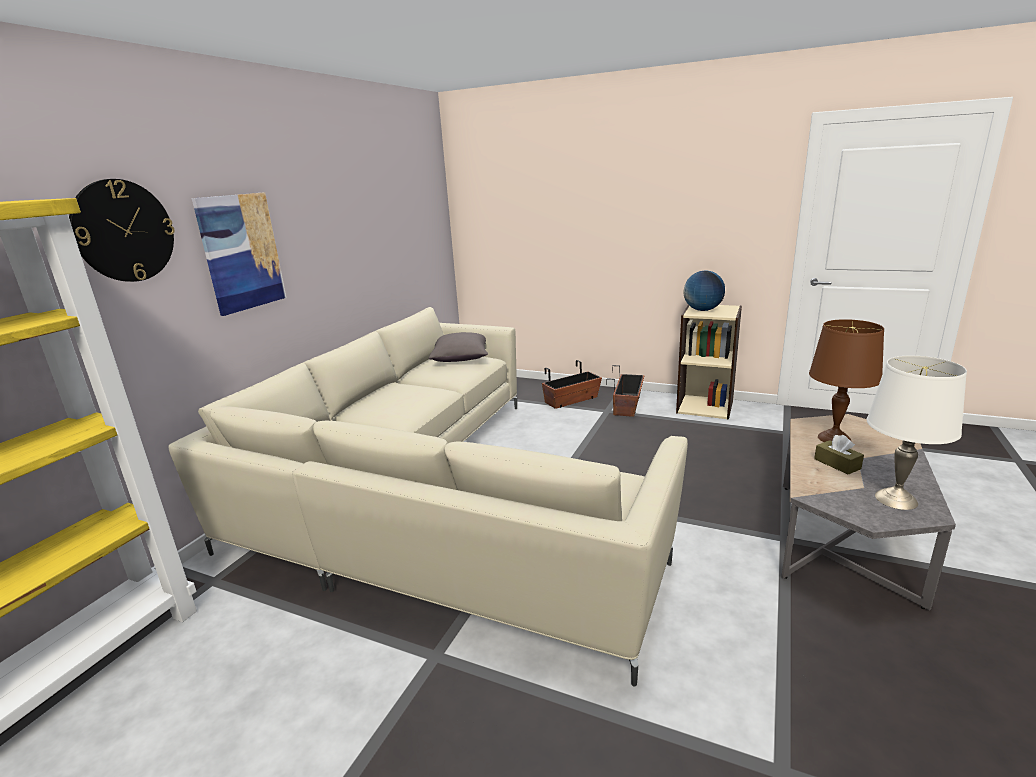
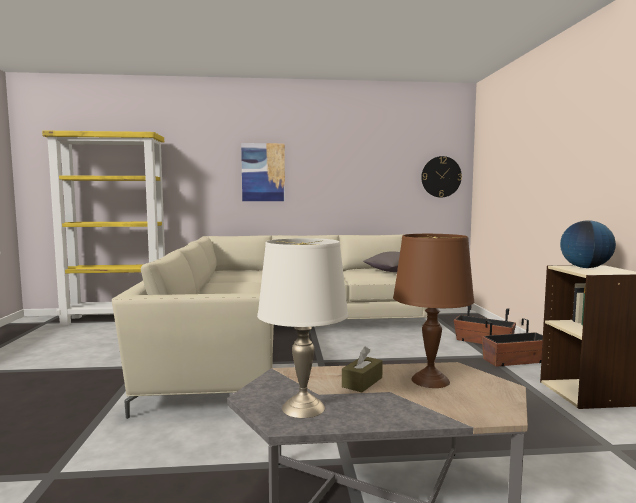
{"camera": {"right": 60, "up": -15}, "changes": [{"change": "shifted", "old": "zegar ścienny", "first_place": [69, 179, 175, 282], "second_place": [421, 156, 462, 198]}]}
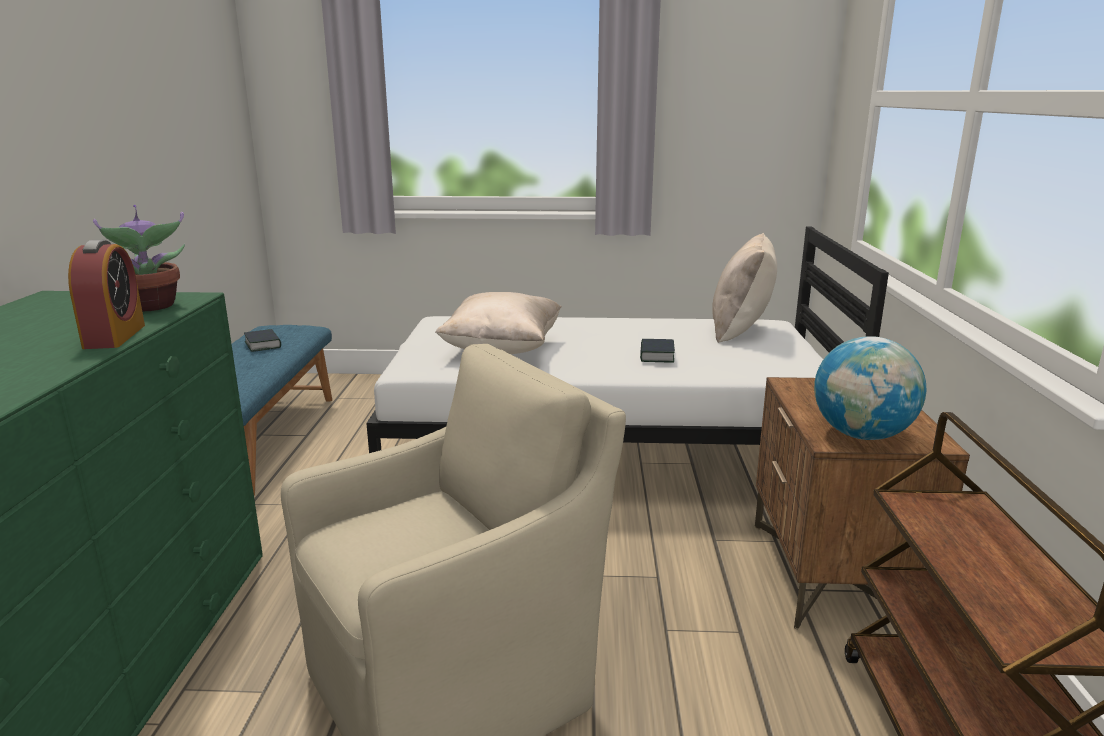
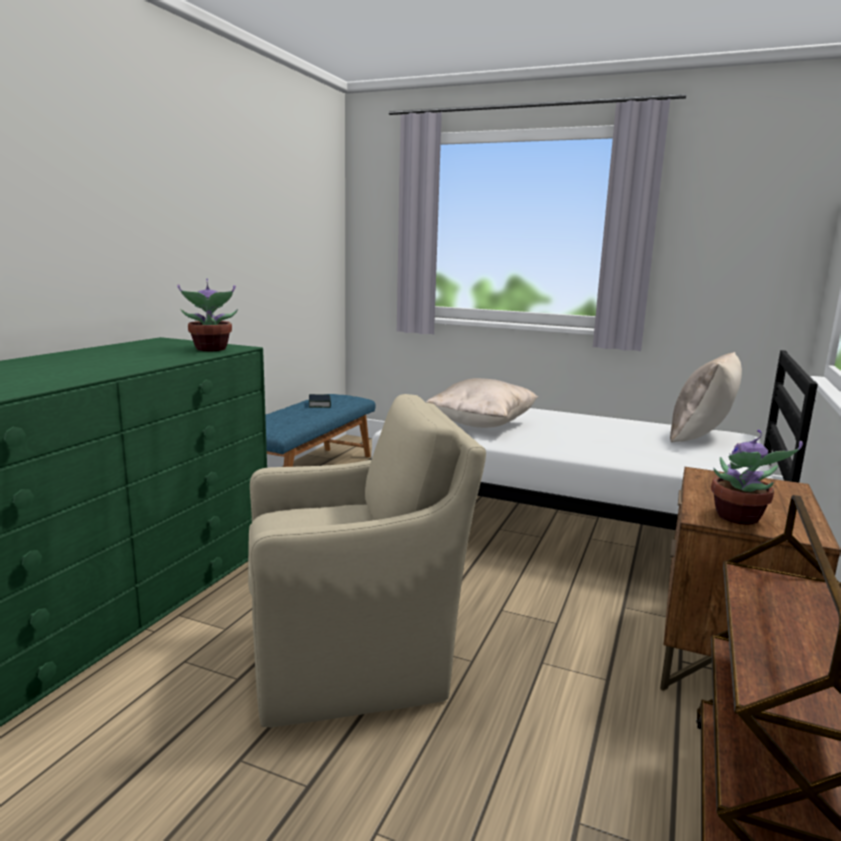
{"camera": {"right": 20, "up": -5}, "changes": [{"change": "gone", "old": "budzik", "first_place": [68, 240, 145, 349]}, {"change": "swapped", "old": "globus", "new": "roślina doniczkowa", "first_place": [814, 336, 926, 440], "second_place": [711, 430, 803, 525]}, {"change": "gone", "old": "książka", "first_place": [640, 339, 675, 362]}]}
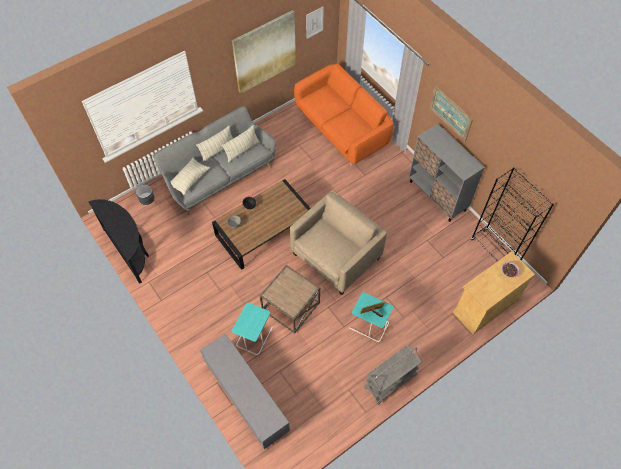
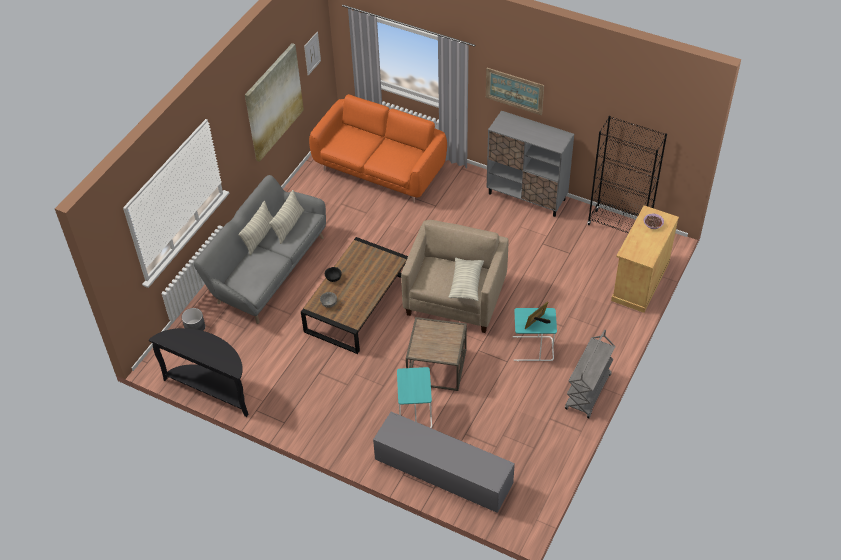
{"camera": {"right": -25, "up": -10}, "changes": [{"change": "shifted", "old": "poduszka", "first_place": [170, 158, 210, 196], "second_place": [449, 258, 484, 301]}]}
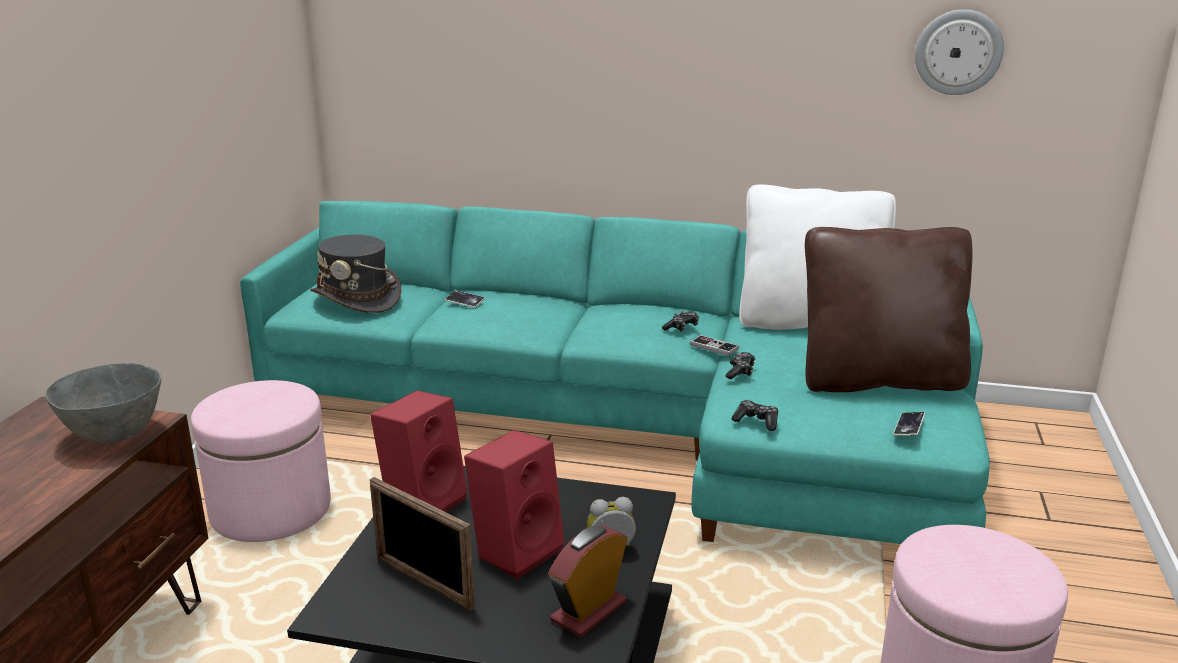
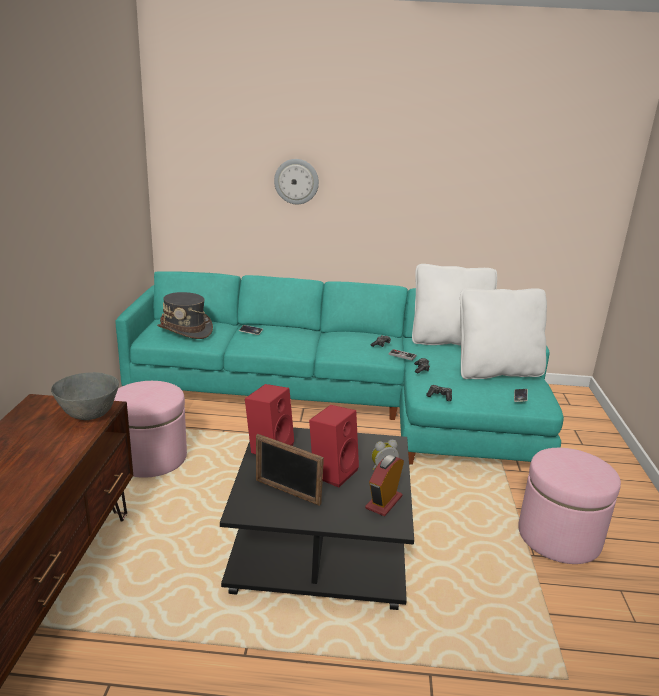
{"camera": {"right": -10, "up": 0}, "changes": [{"change": "shifted", "old": "zegar ścienny", "first_place": [915, 9, 1004, 95], "second_place": [274, 159, 319, 204]}, {"change": "repainted", "old": "poduszka/brązowy", "new": "poduszka/biały", "first_place": [805, 227, 973, 392], "second_place": [460, 288, 547, 379]}]}
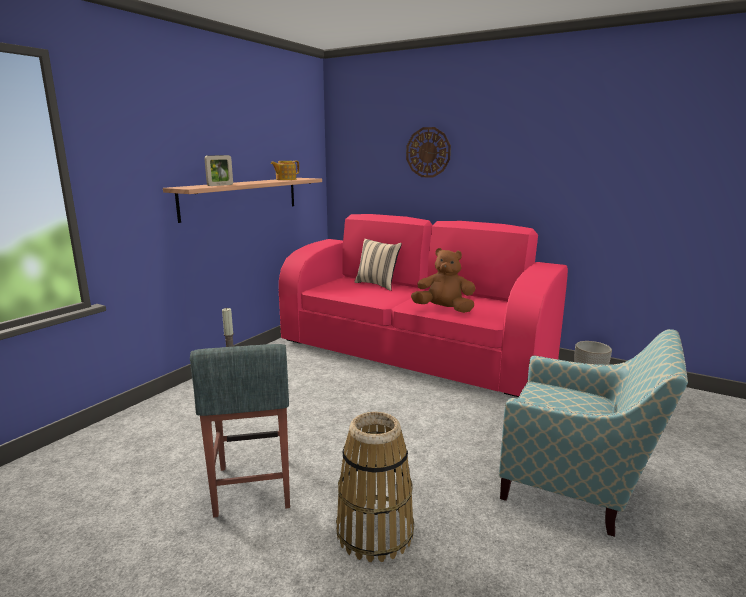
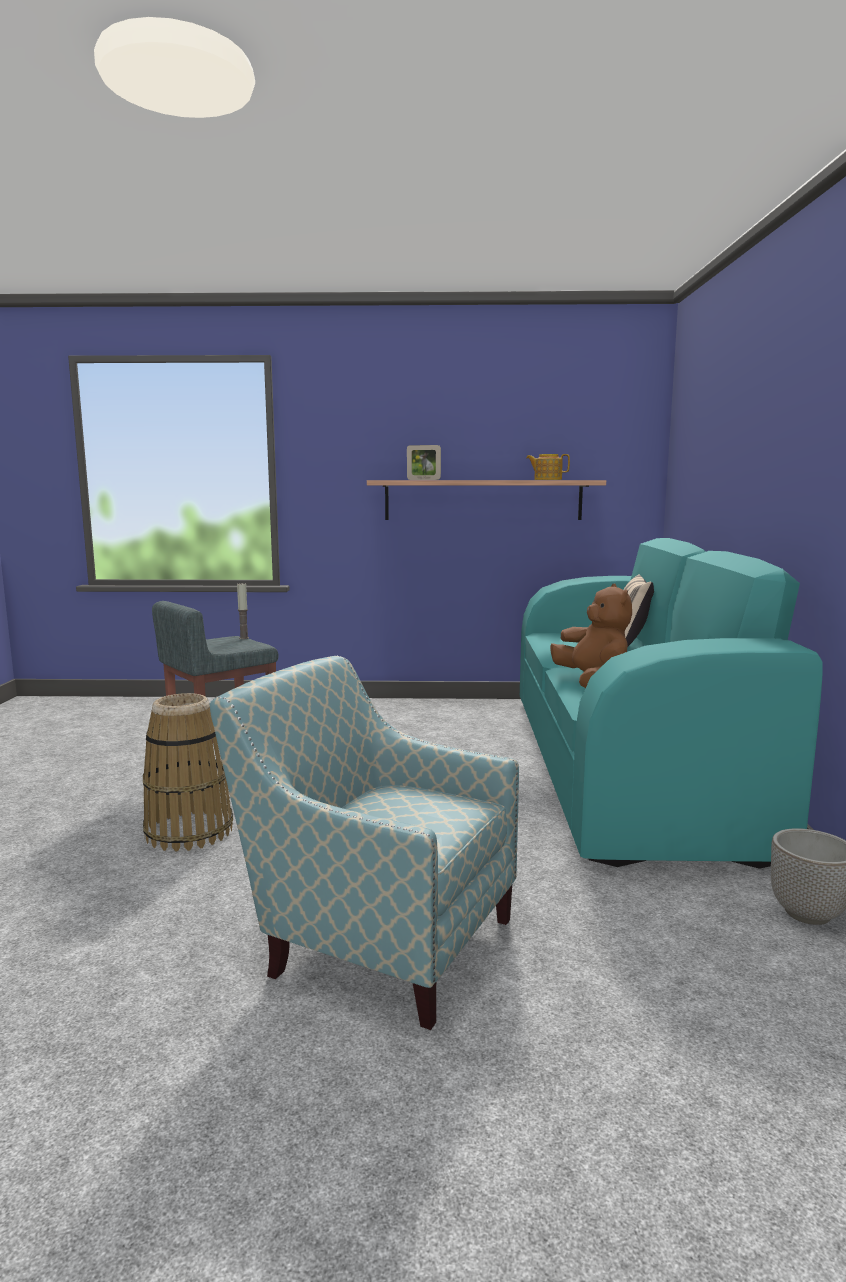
{"camera": {"right": 60, "up": -5}, "changes": [{"change": "gone", "old": "zegar ścienny", "first_place": [406, 127, 451, 178]}, {"change": "repainted", "old": "kanapa/różowy", "new": "kanapa/turkusowy", "first_place": [279, 214, 568, 397], "second_place": [520, 538, 823, 869]}, {"change": "rotated", "old": "fotel", "first_place": [499, 329, 688, 537], "second_place": [210, 656, 519, 1030], "degrees": 120}]}
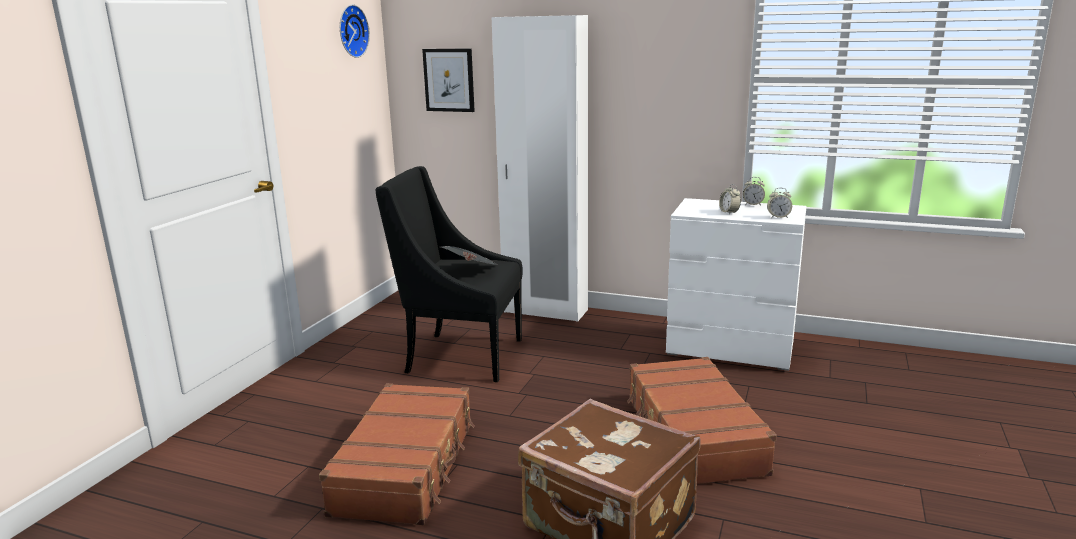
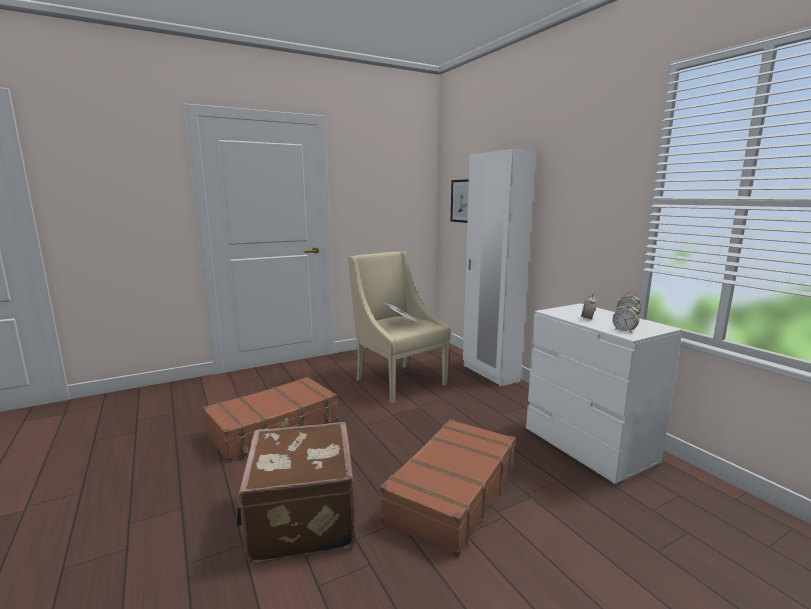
{"camera": {"right": 40, "up": -5}, "changes": [{"change": "gone", "old": "zegar ścienny", "first_place": [340, 4, 370, 58]}, {"change": "repainted", "old": "fotel/czarny", "new": "fotel/beżowy", "first_place": [375, 166, 523, 383], "second_place": [348, 251, 451, 404]}]}
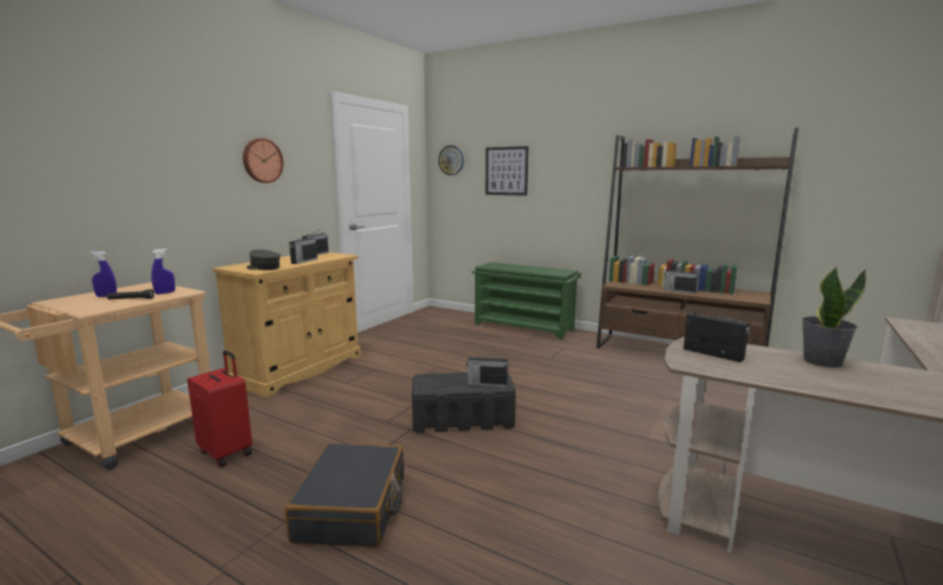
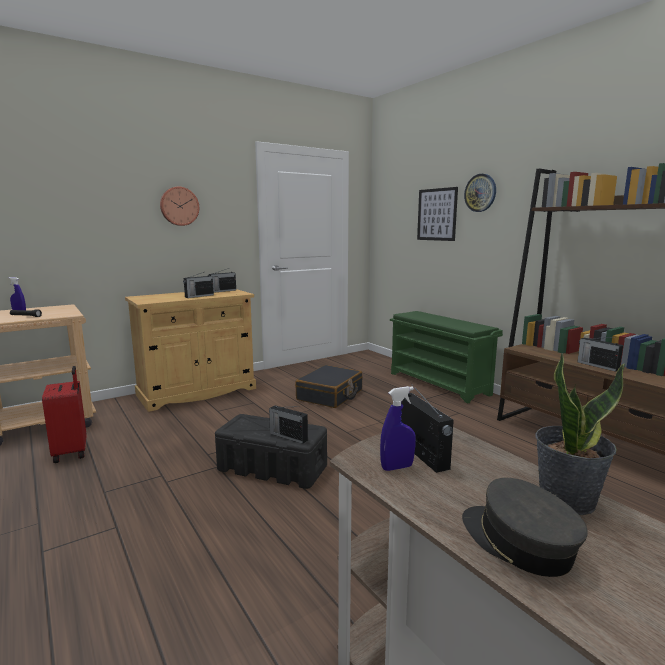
{"camera": {"right": 25, "up": 0}, "changes": [{"change": "shifted", "old": "zegar ścienny", "first_place": [438, 145, 464, 175], "second_place": [464, 174, 496, 212]}, {"change": "shifted", "old": "spryskiwacz/niebieski", "first_place": [151, 249, 175, 294], "second_place": [380, 386, 416, 471]}, {"change": "shifted", "old": "czapka z daszkiem/szary", "first_place": [246, 249, 280, 270], "second_place": [462, 478, 588, 577]}, {"change": "shifted", "old": "walizka/czarny", "first_place": [285, 443, 404, 548], "second_place": [295, 365, 362, 408]}]}
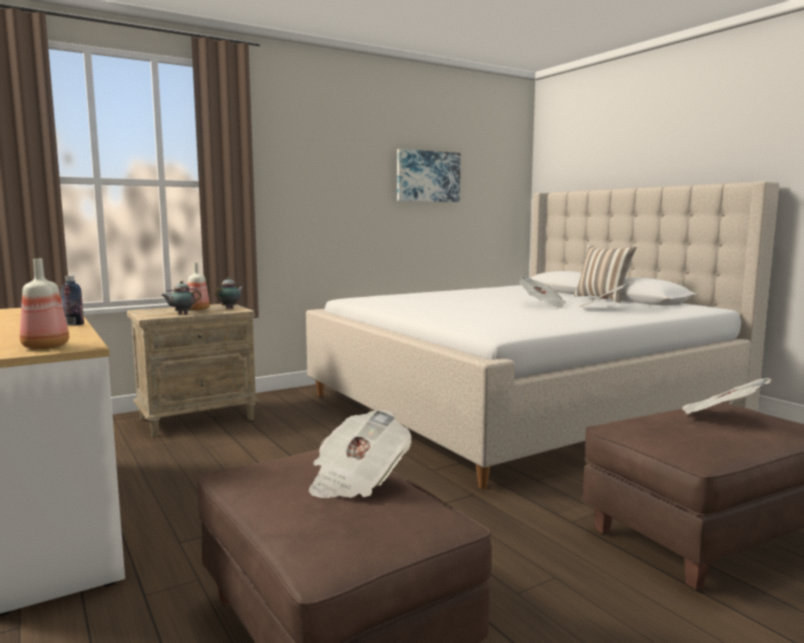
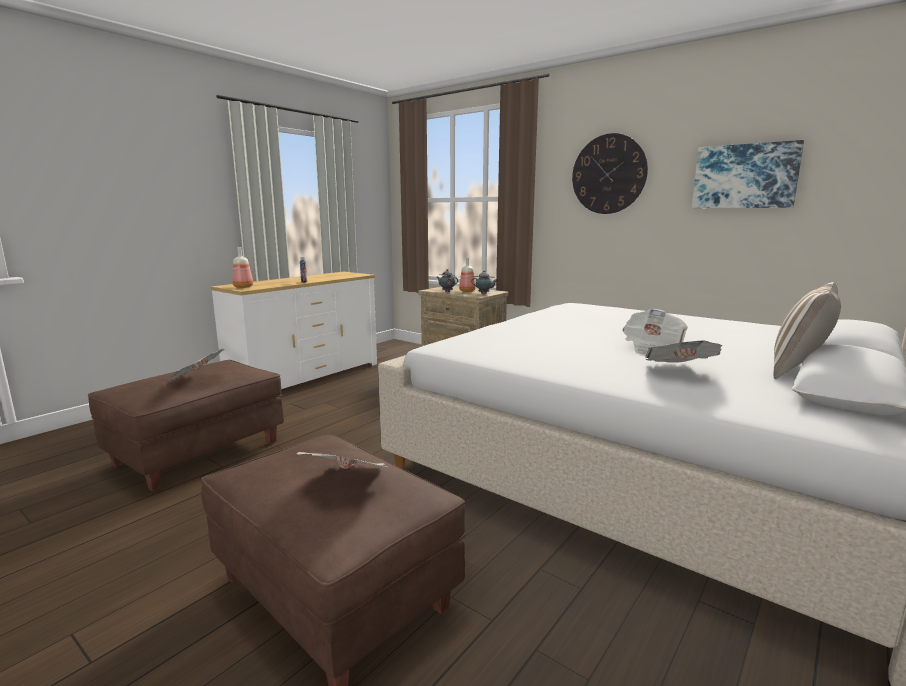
{"camera": {"right": 70, "up": 5}, "changes": [{"change": "new", "new": "zegar ścienny", "second_place": [572, 133, 648, 214]}]}
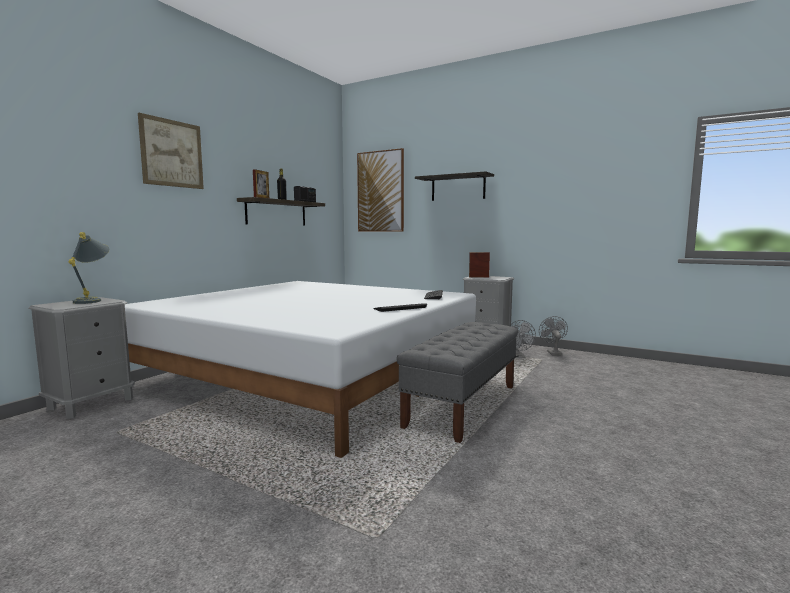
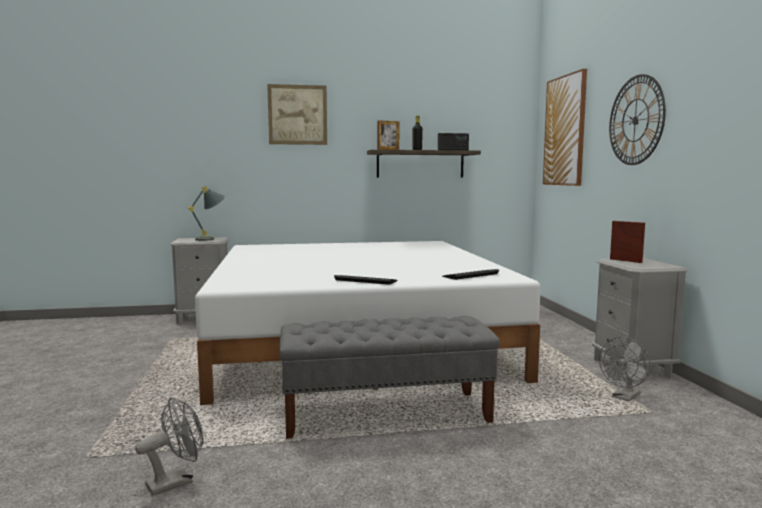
{"camera": {"right": 50, "up": 0}, "changes": [{"change": "swapped", "old": "półka", "new": "zegar ścienny", "first_place": [415, 171, 494, 201], "second_place": [609, 74, 666, 165]}, {"change": "shifted", "old": "wentylator/szary", "first_place": [539, 316, 568, 355], "second_place": [135, 397, 203, 496]}]}
